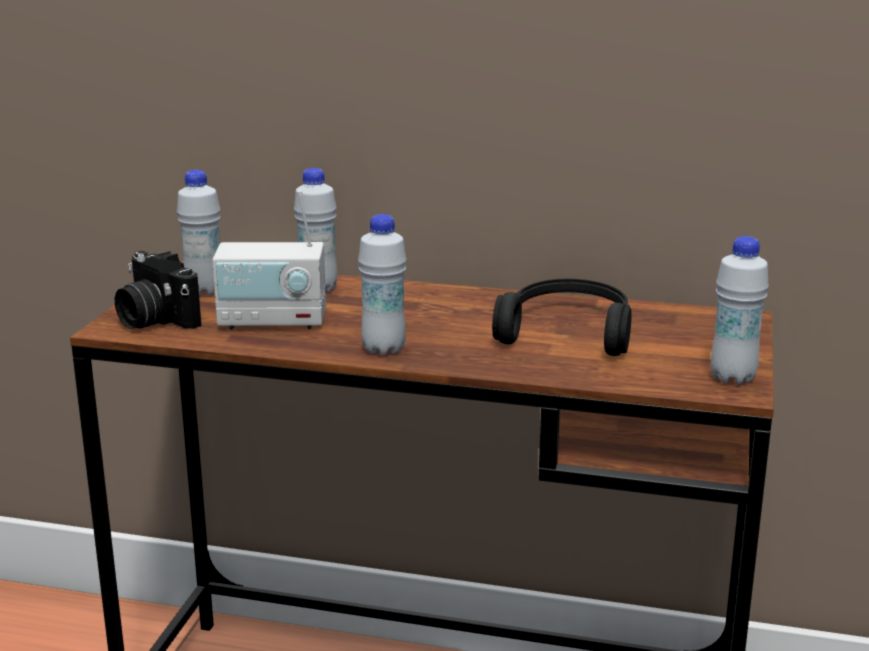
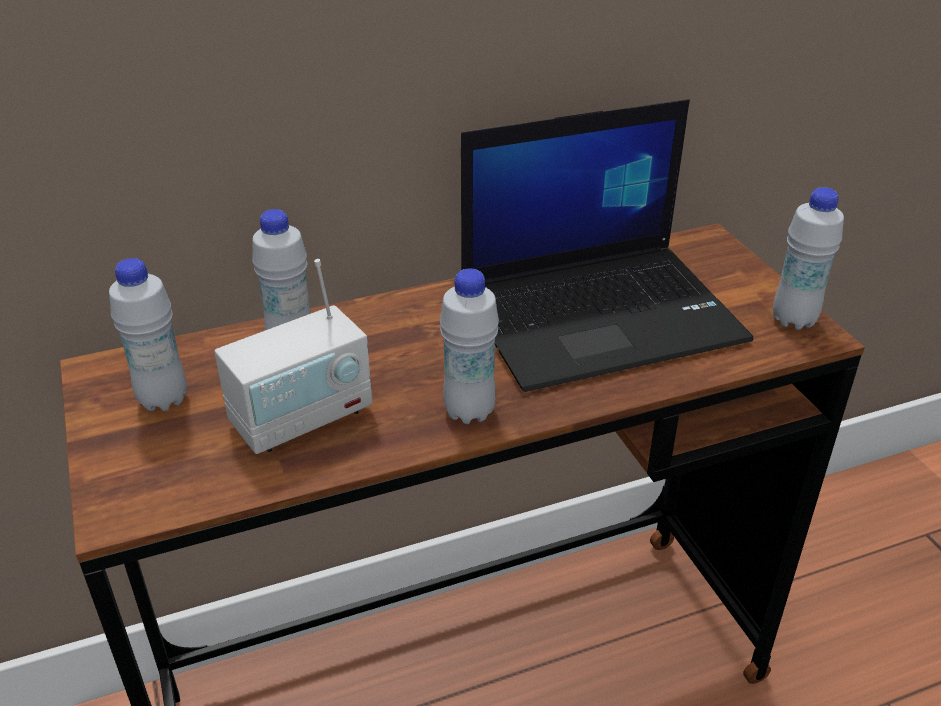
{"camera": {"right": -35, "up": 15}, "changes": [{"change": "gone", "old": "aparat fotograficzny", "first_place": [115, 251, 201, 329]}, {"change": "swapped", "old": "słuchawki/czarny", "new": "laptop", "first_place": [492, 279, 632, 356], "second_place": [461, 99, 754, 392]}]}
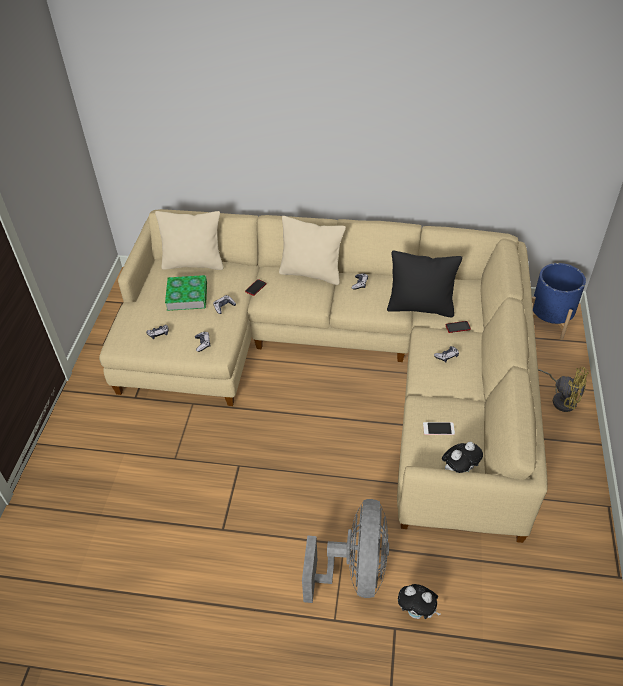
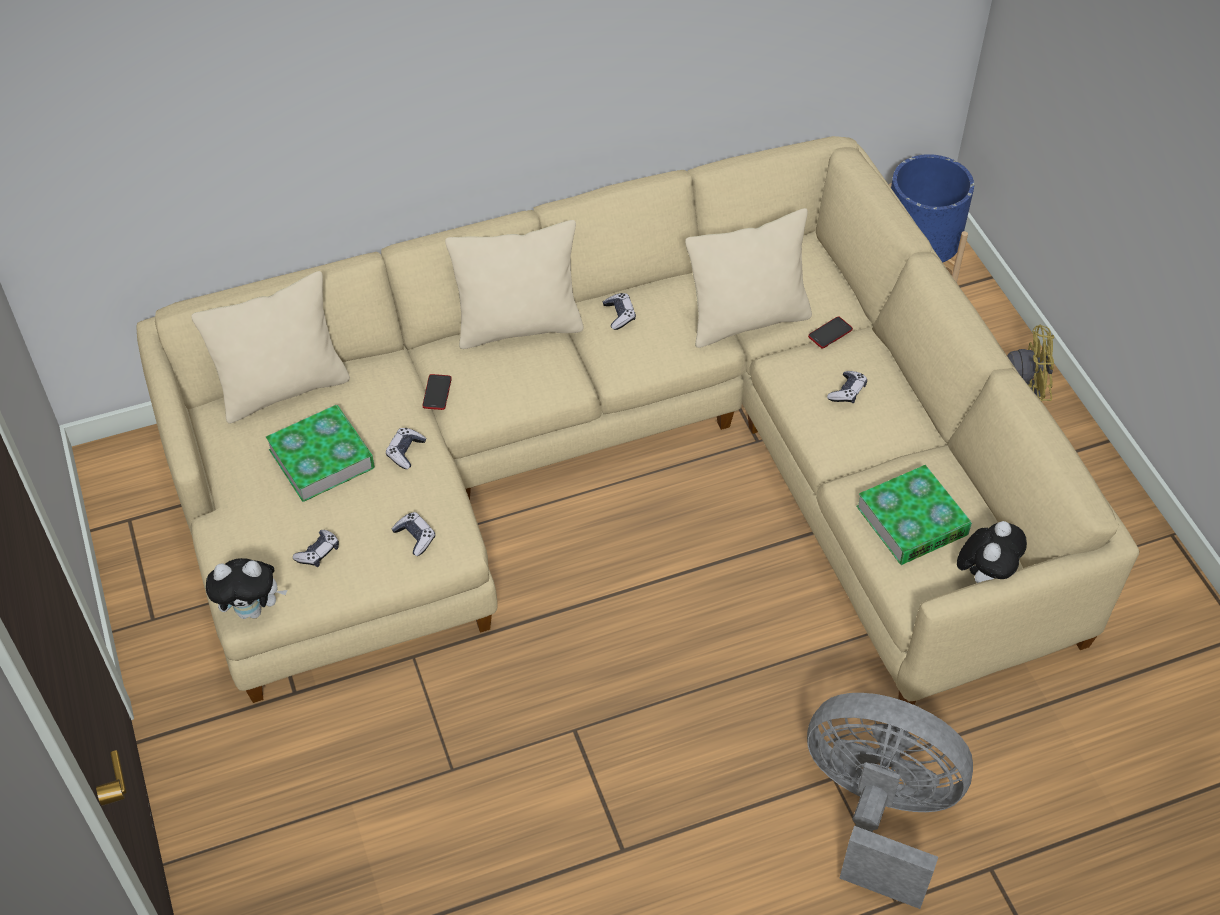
{"camera": {"right": -30, "up": 5}, "changes": [{"change": "repainted", "old": "poduszka/czarny", "new": "poduszka/beżowy", "first_place": [387, 251, 462, 317], "second_place": [685, 208, 812, 348]}, {"change": "swapped", "old": "telefon", "new": "książka", "first_place": [423, 422, 455, 435], "second_place": [856, 465, 972, 565]}, {"change": "rotated", "old": "wentylator/szary", "first_place": [302, 499, 389, 603], "second_place": [807, 693, 973, 909], "degrees": -45}, {"change": "shifted", "old": "pluszak", "first_place": [398, 584, 440, 619], "second_place": [206, 558, 287, 619]}]}
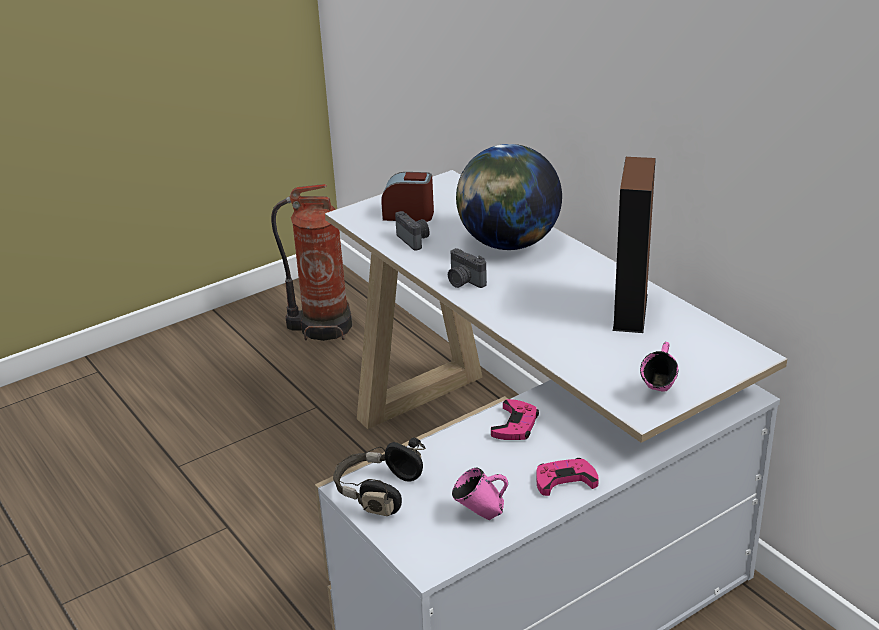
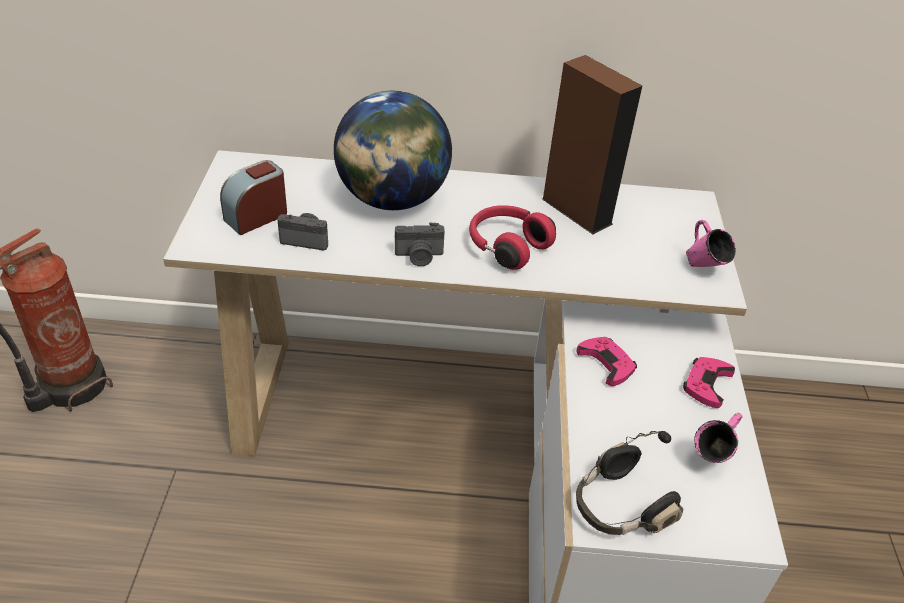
{"camera": {"right": -55, "up": 10}, "changes": [{"change": "new", "new": "słuchawki/czerwony", "second_place": [469, 205, 556, 270]}]}
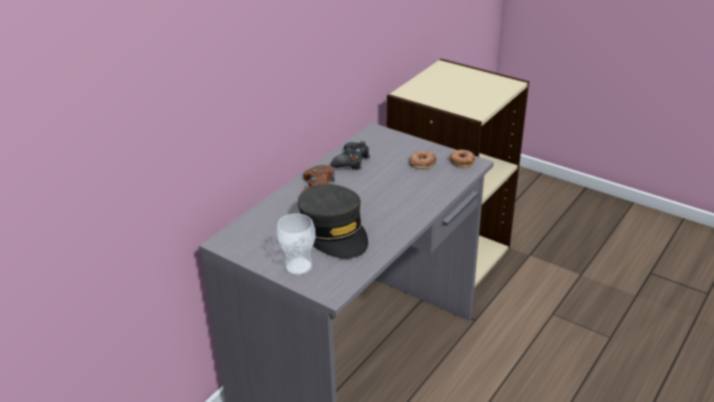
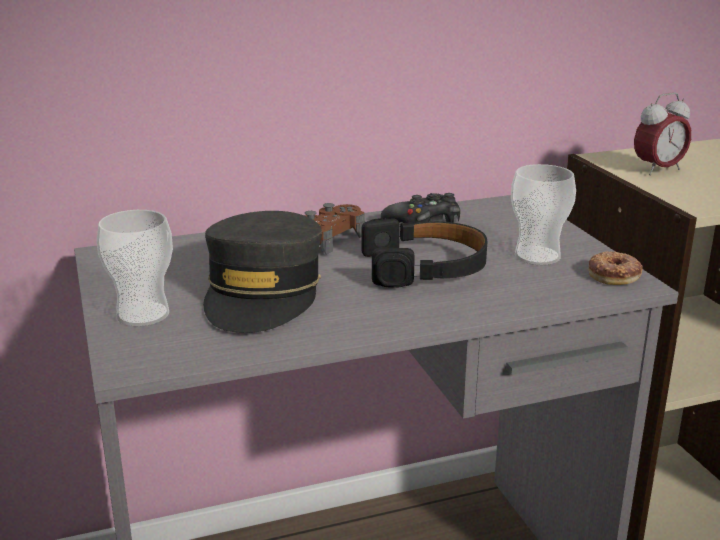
{"camera": {"right": 35, "up": -10}, "changes": [{"change": "swapped", "old": "donut", "new": "filiżanka", "first_place": [409, 150, 436, 169], "second_place": [511, 164, 576, 265]}, {"change": "new", "new": "budzik", "second_place": [634, 92, 692, 175]}, {"change": "new", "new": "słuchawki/czarny", "second_place": [361, 218, 487, 287]}]}
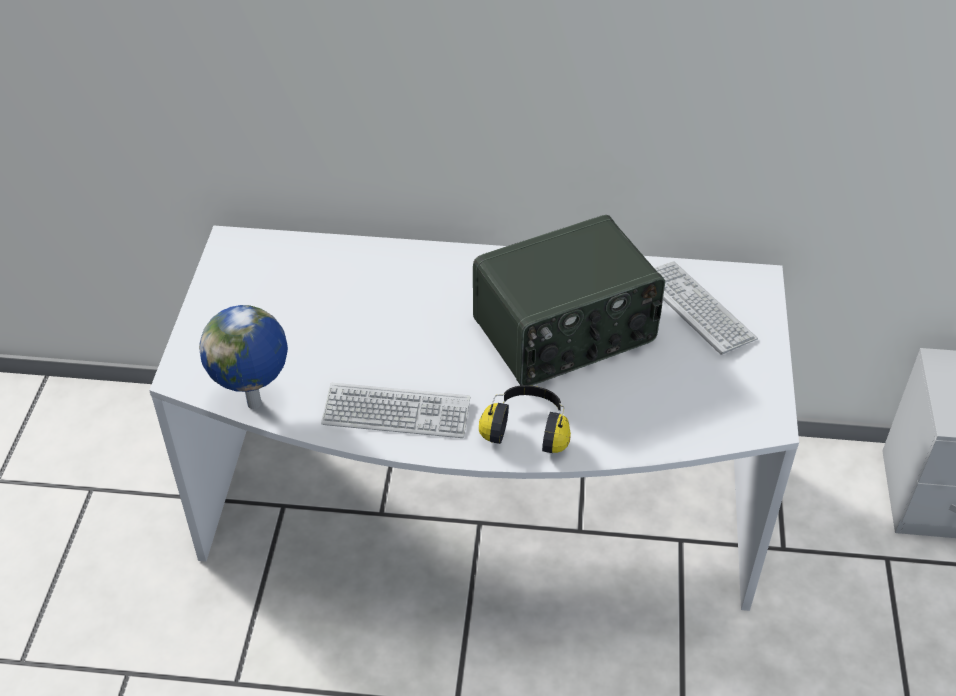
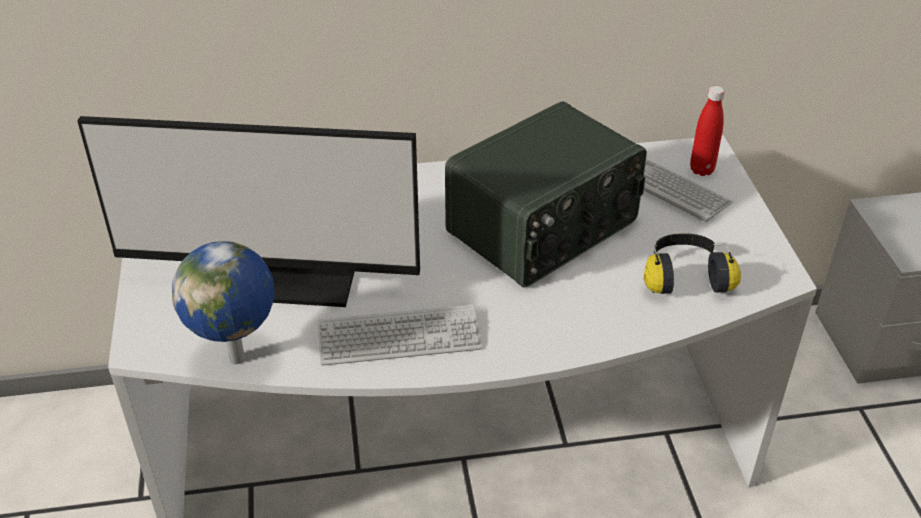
{"camera": {"right": -15, "up": -5}, "changes": [{"change": "shifted", "old": "słuchawki", "first_place": [479, 385, 571, 453], "second_place": [644, 233, 741, 294]}, {"change": "new", "new": "butelka/czerwony", "second_place": [690, 86, 725, 176]}, {"change": "new", "new": "monitor", "second_place": [77, 116, 420, 307]}]}
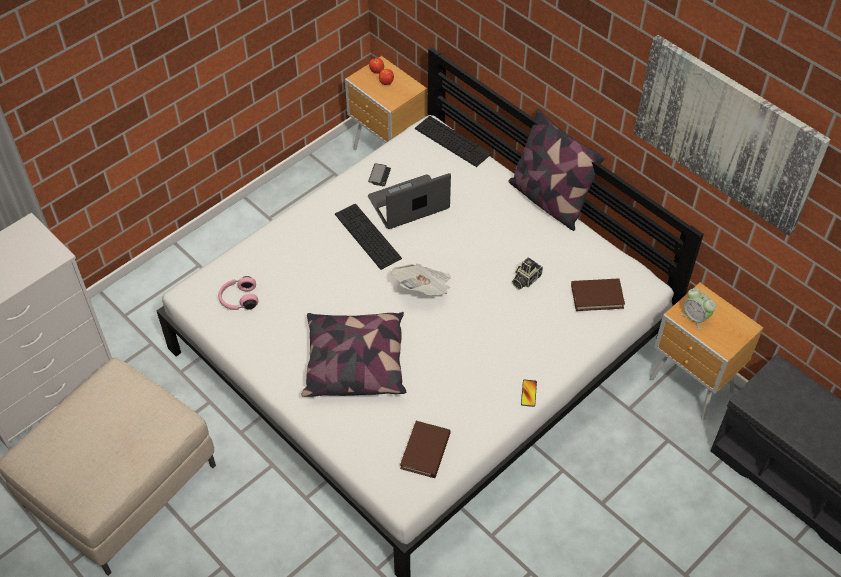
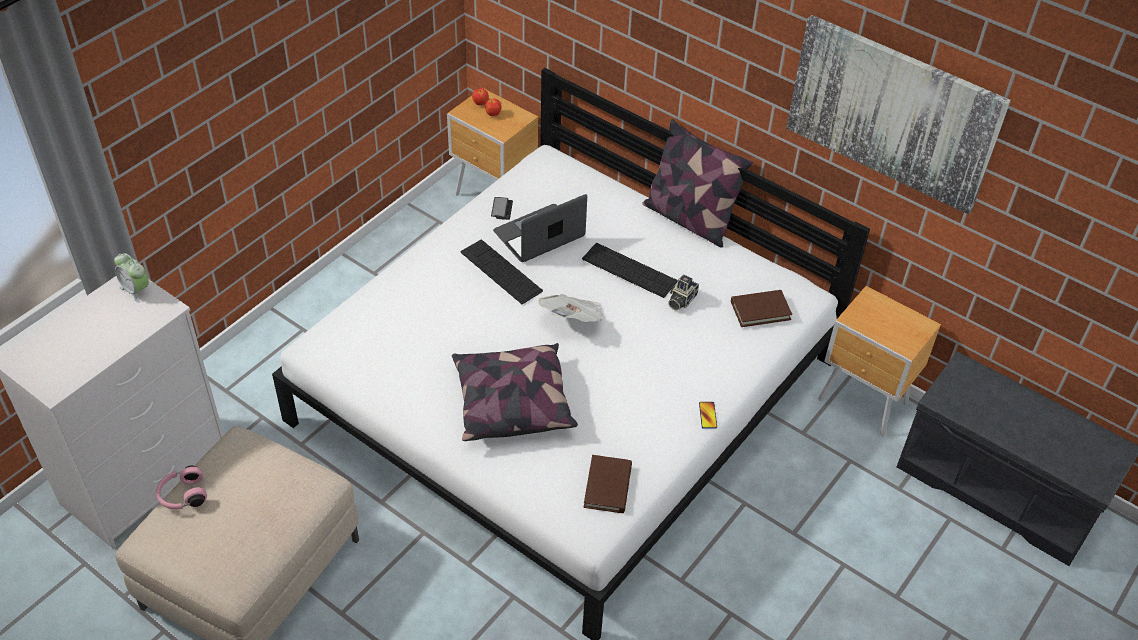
{"camera": {"right": -10, "up": -5}, "changes": [{"change": "shifted", "old": "klawiatura", "first_place": [415, 116, 491, 167], "second_place": [582, 243, 678, 298]}, {"change": "shifted", "old": "słuchawki/różowy", "first_place": [218, 276, 258, 310], "second_place": [156, 465, 207, 509]}, {"change": "shifted", "old": "budzik", "first_place": [681, 288, 716, 330], "second_place": [114, 253, 149, 303]}]}
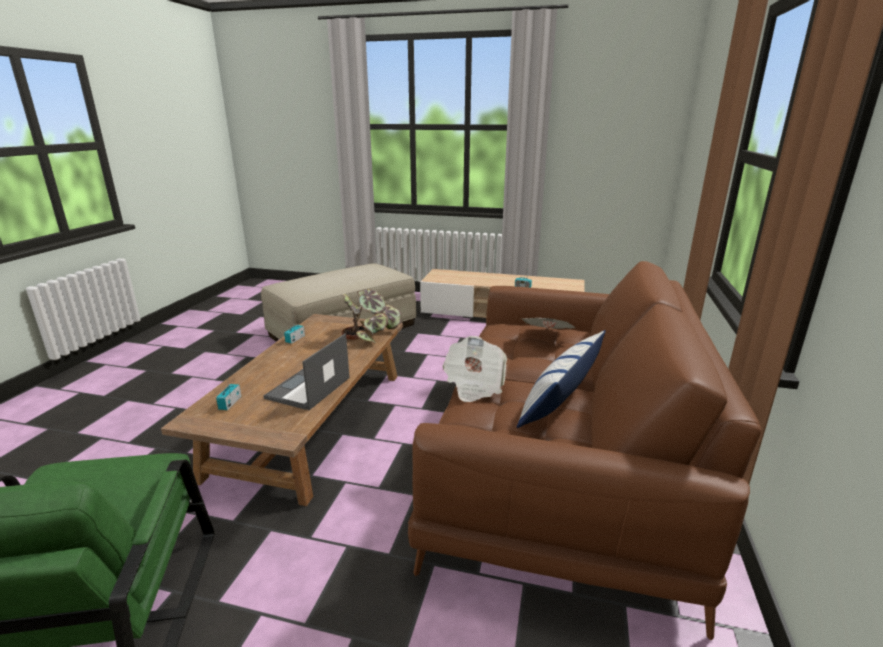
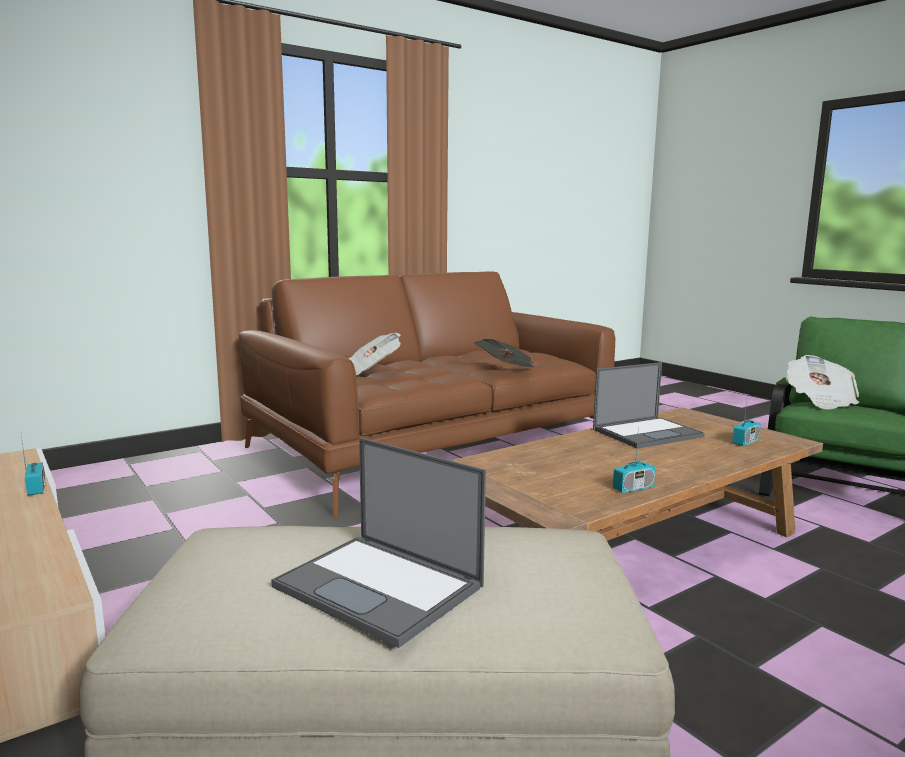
{"camera": {"right": -140, "up": -10}, "changes": [{"change": "gone", "old": "roślina doniczkowa", "first_place": [341, 289, 401, 343]}, {"change": "gone", "old": "poduszka", "first_place": [517, 330, 606, 428]}, {"change": "new", "new": "gazeta", "second_place": [786, 355, 859, 409]}, {"change": "new", "new": "laptop", "second_place": [272, 437, 486, 648]}]}
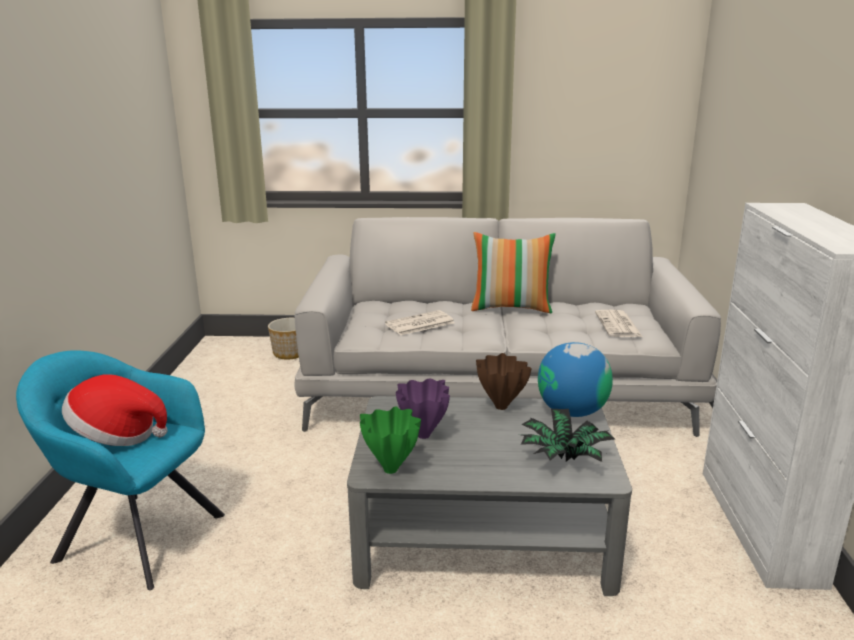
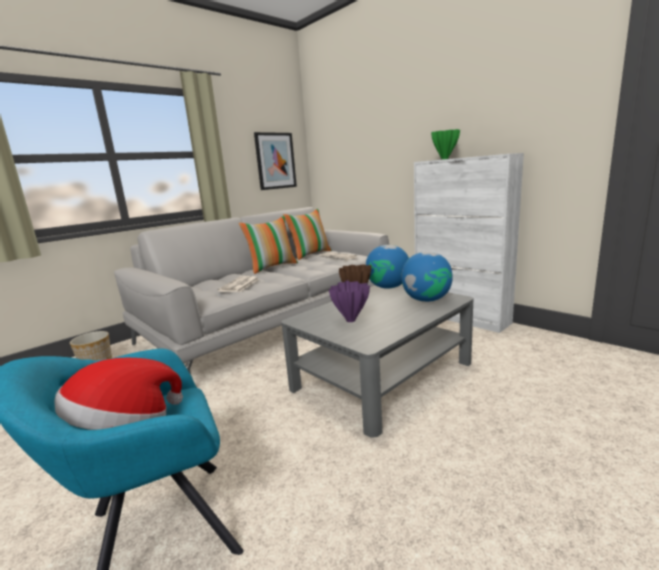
{"camera": {"right": -45, "up": -5}, "changes": [{"change": "shifted", "old": "wazon/zielony", "first_place": [360, 406, 421, 474], "second_place": [431, 129, 460, 159]}, {"change": "swapped", "old": "roślina doniczkowa", "new": "globus", "first_place": [521, 409, 615, 462], "second_place": [401, 252, 453, 302]}, {"change": "new", "new": "obraz", "second_place": [254, 132, 297, 190]}, {"change": "new", "new": "poduszka", "second_place": [283, 208, 332, 260]}]}
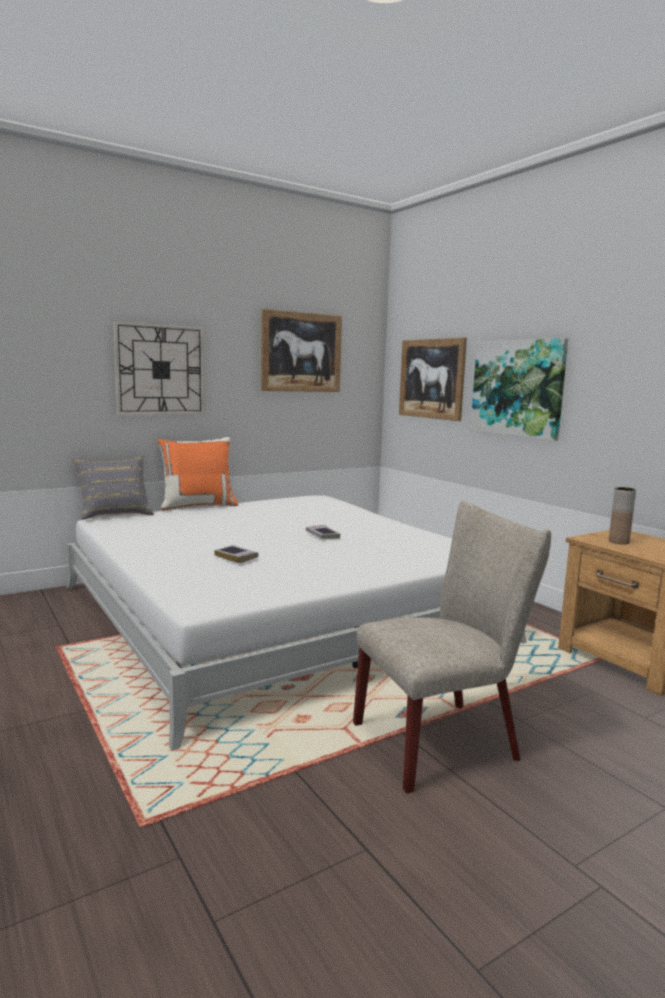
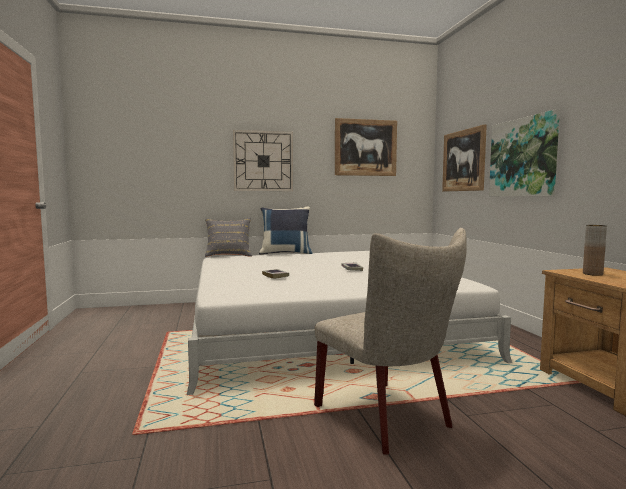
{"camera": {"right": 20, "up": -5}, "changes": [{"change": "repainted", "old": "poduszka/pomarańczowy", "new": "poduszka/niebieski", "first_place": [157, 437, 238, 511], "second_place": [259, 207, 312, 255]}, {"change": "rotated", "old": "krzesło/beżowy", "first_place": [353, 500, 551, 794], "second_place": [314, 228, 467, 455], "degrees": 60}]}
